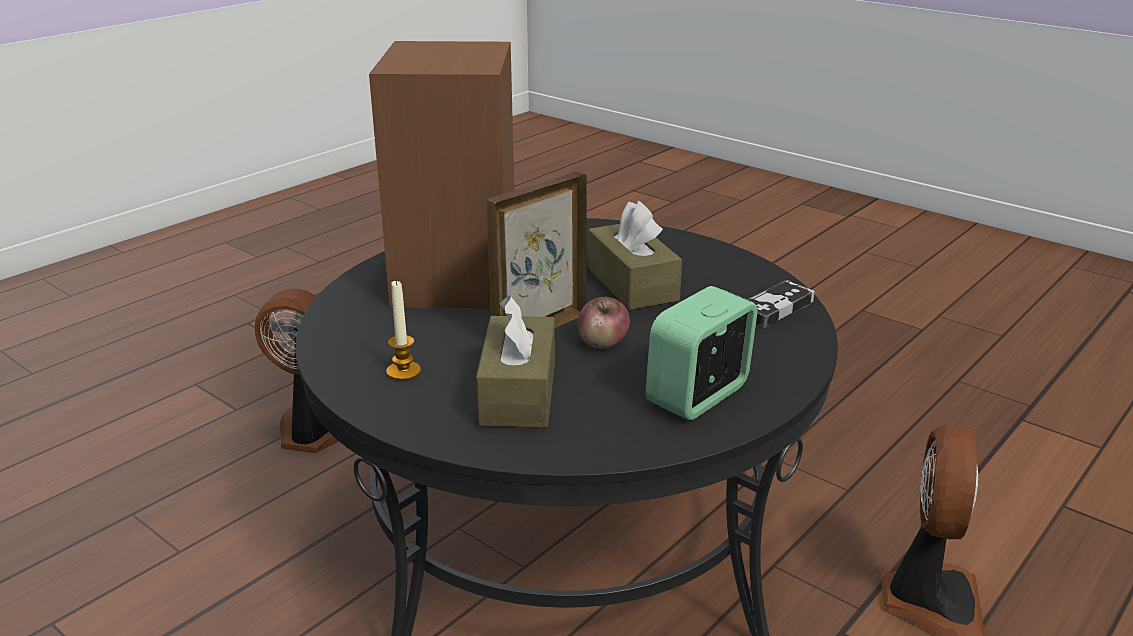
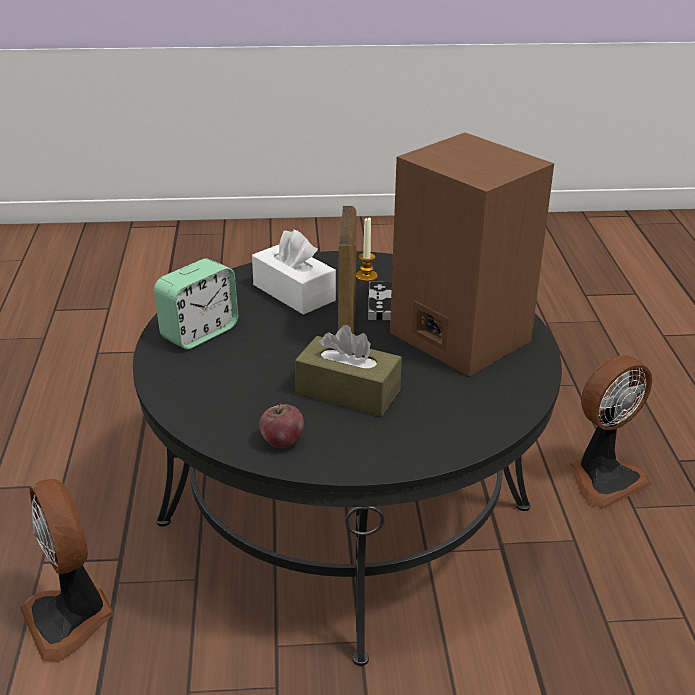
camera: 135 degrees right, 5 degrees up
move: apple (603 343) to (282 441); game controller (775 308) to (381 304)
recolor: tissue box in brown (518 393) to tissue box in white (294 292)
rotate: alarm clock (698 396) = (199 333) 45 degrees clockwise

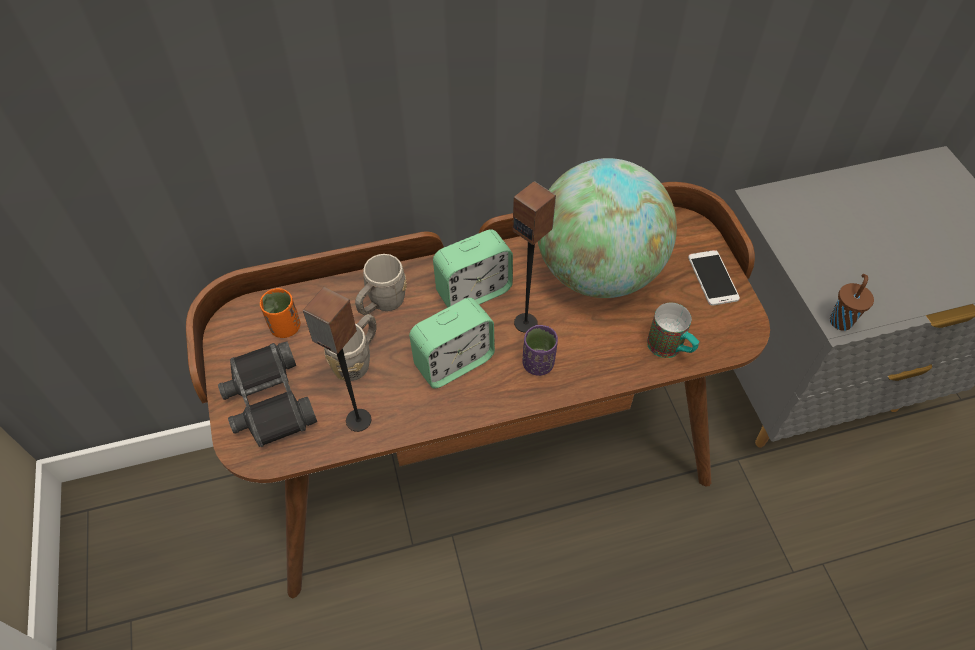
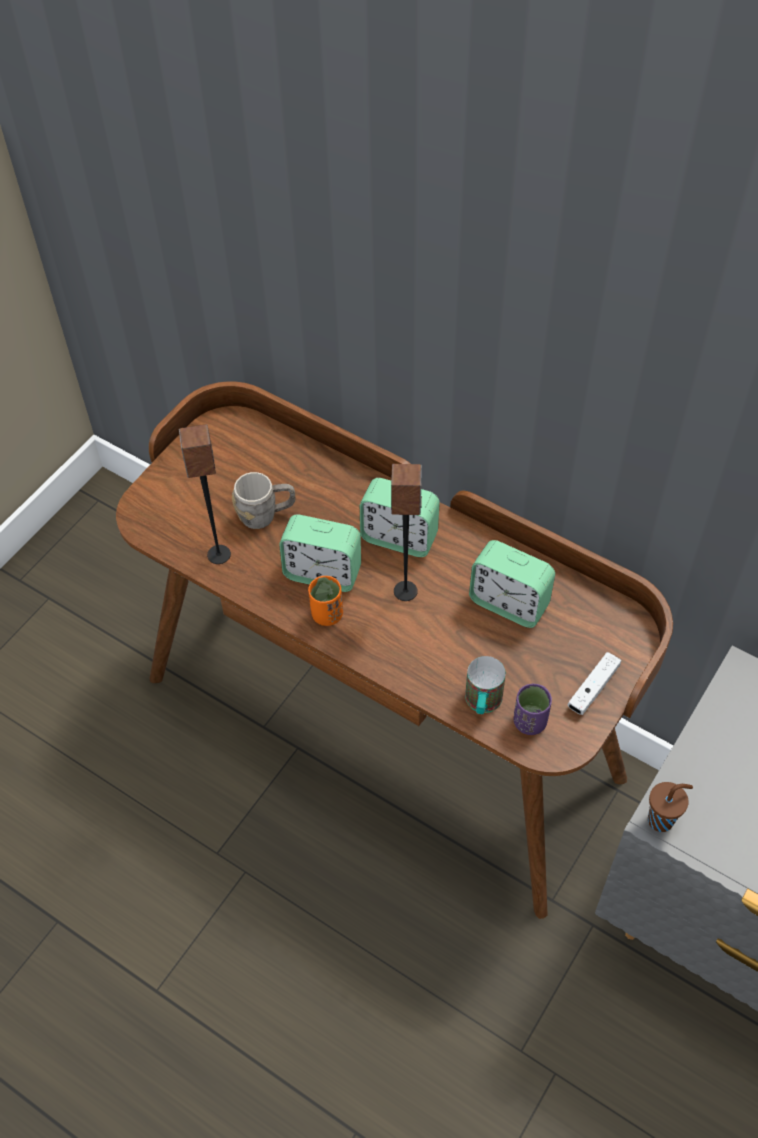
camera: 50 degrees right, 0 degrees up
delete: binoculars in black (268 401); mug in grey (382 304)
move: cup in orange (285 327) to (327 614); cup in purple (538 364) to (530 722)
replace: globe (598 271) to alarm clock (509 603); phone (713 278) to game controller in white (593 688)

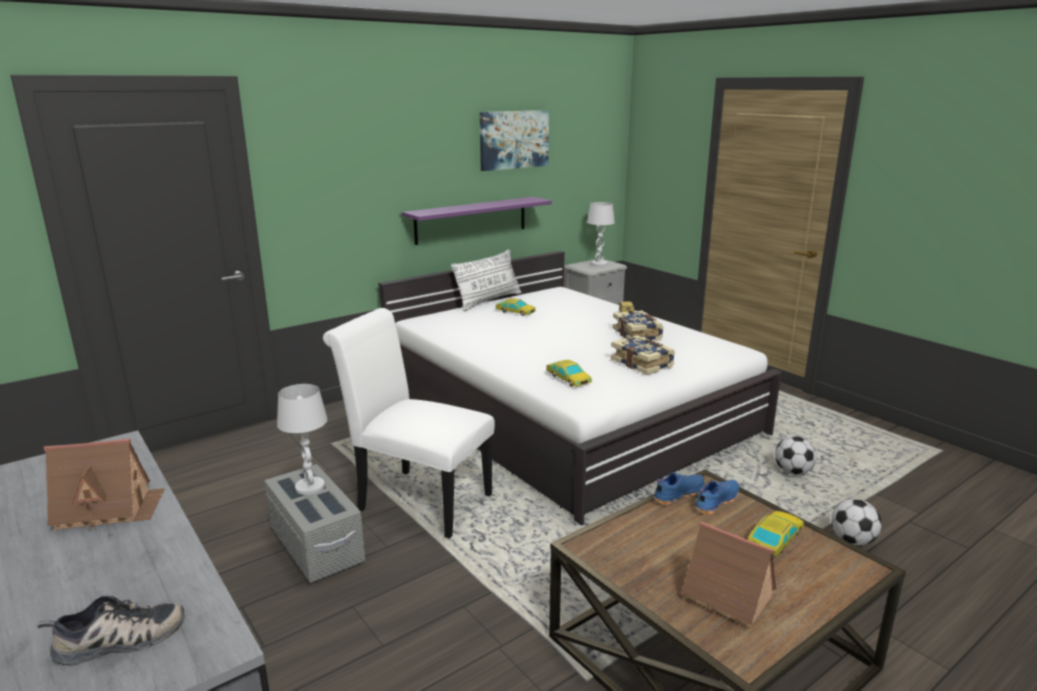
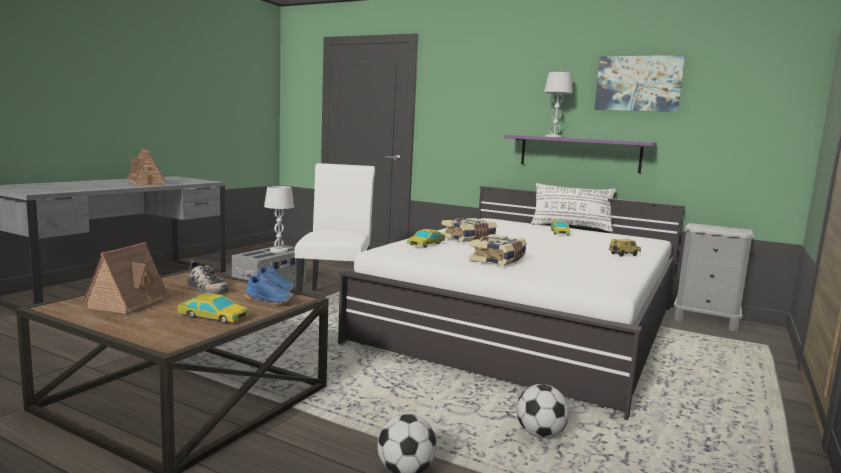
camera: 65 degrees right, 10 degrees down
move: shoe (119 642) to (205 287); book (638 335) to (469 238); table lamp in white (599 264) to (554 137)

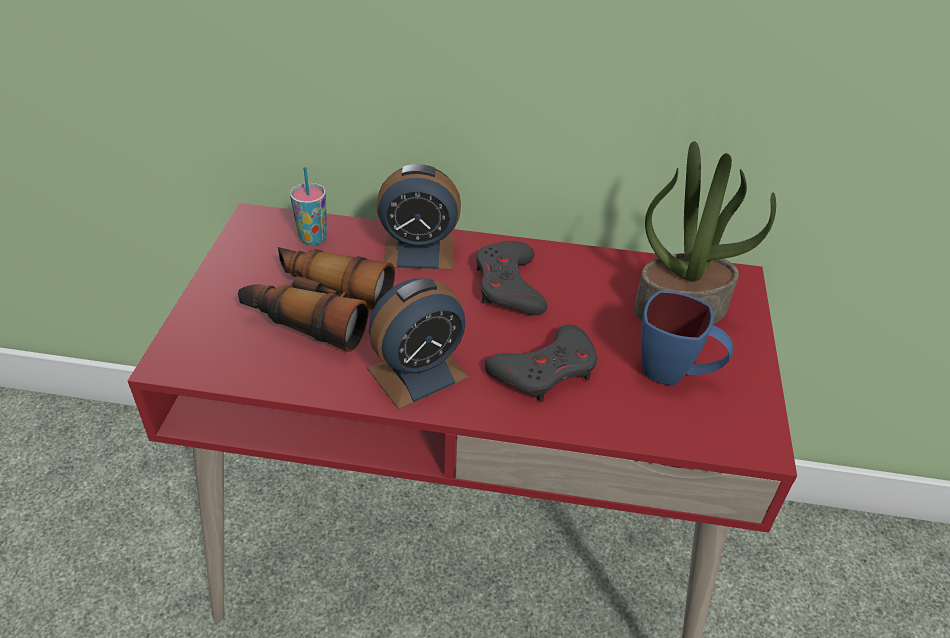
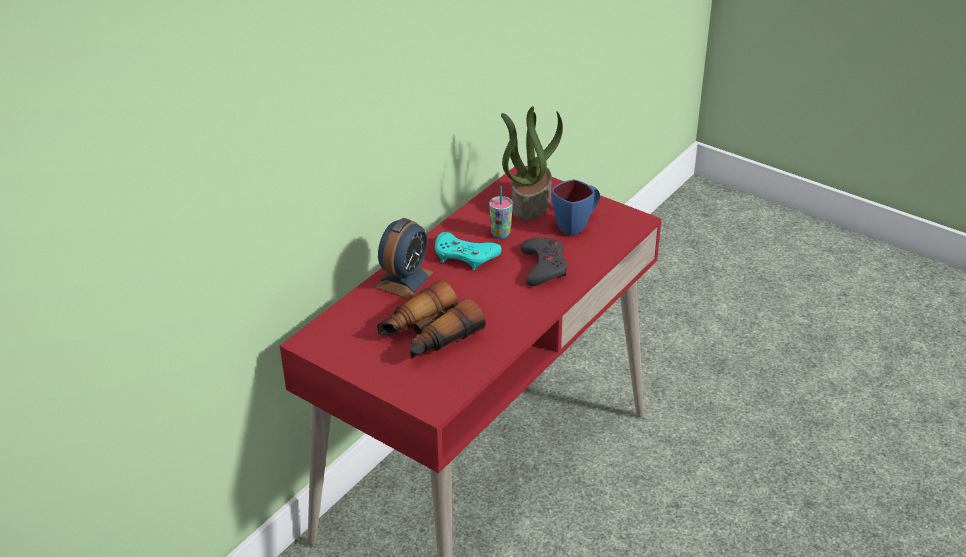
camera: 60 degrees left, 5 degrees down
delete: alarm clock (417 373)
move: cup (313 238) to (500 234)
recolor: game controller in grey (509 285) to game controller in turquoise (465 256)

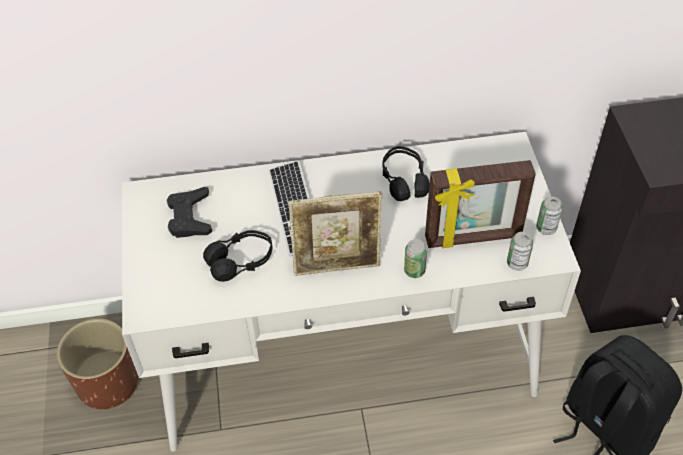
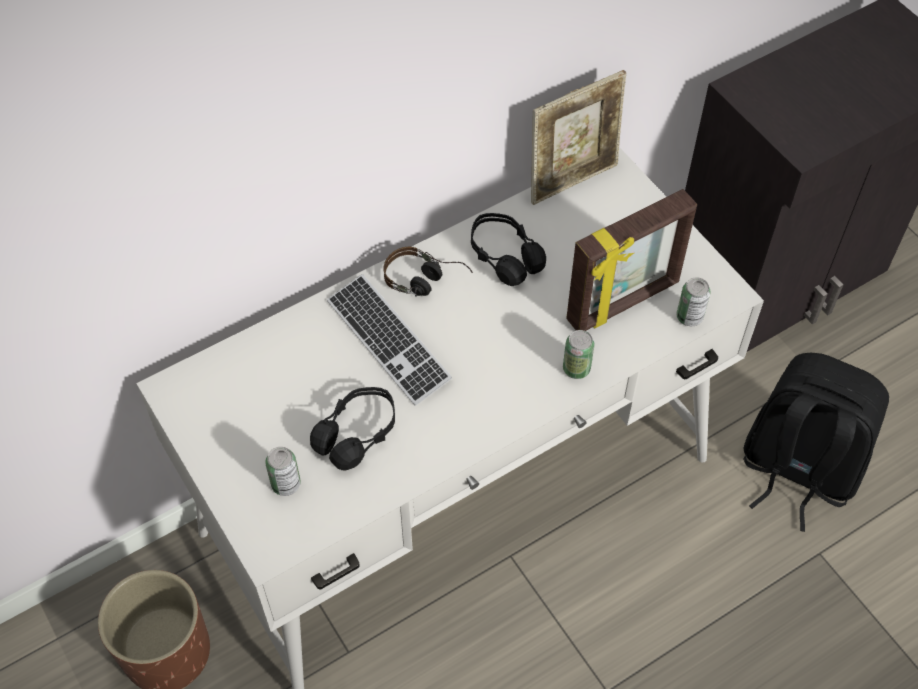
camera: 25 degrees left, 5 degrees up
delete: game controller in black (190 217)
insert: headphones (427 281)
move: can (546 228) to (286 484); picture frame (337 266) to (573 180)

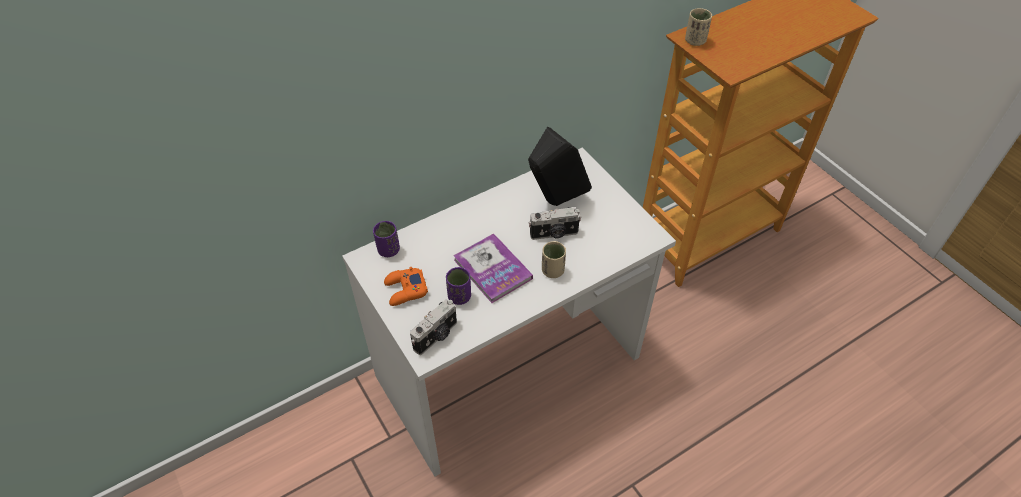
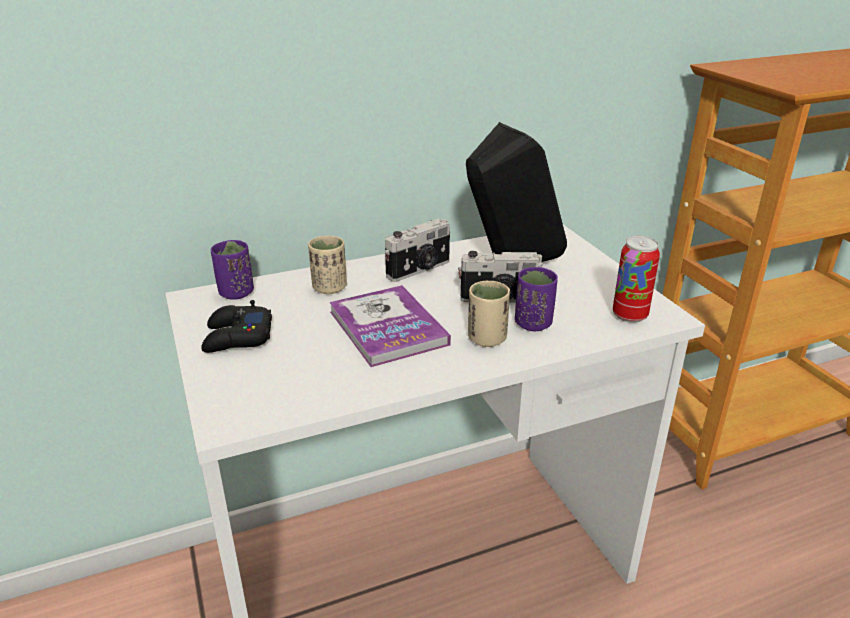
camera: 10 degrees right, 20 degrees down
insert: can (629 315)
move: cup in beige (695 41) to (329 288); photo camera (436 336) to (420 270); cup in purple (459 297) to (533 324)
recolor: game controller in orange (405 290) to game controller in black (237 337)

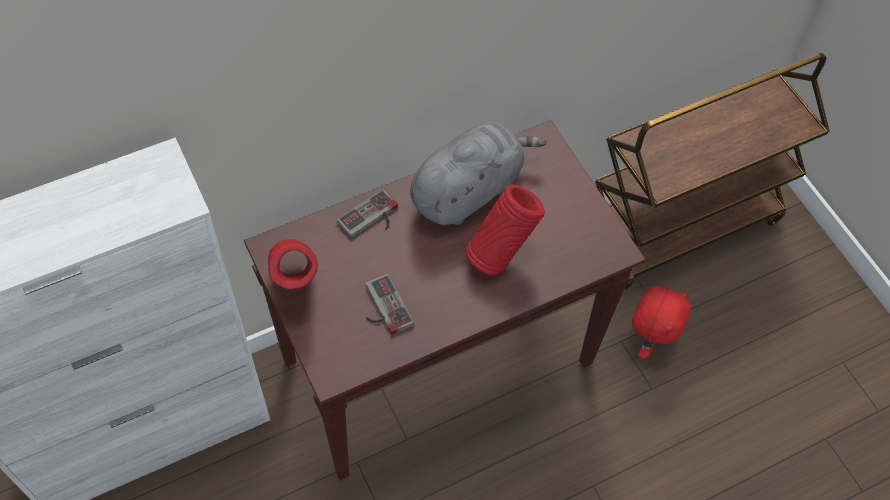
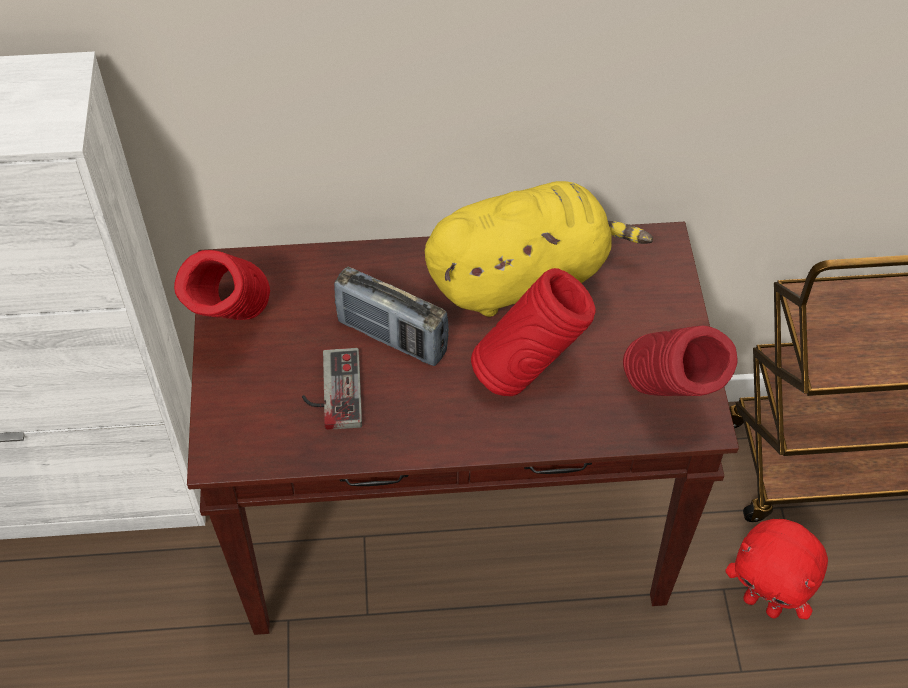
camera: 25 degrees right, 5 degrees down
delete: game controller (372 219)
insert: radio (392 337); vase in red (668 401)
recolor: plush toy in grey (469 190) to plush toy in yellow (524 277)
rotate: plush toy in red (648 341) = (763 603) 75 degrees clockwise

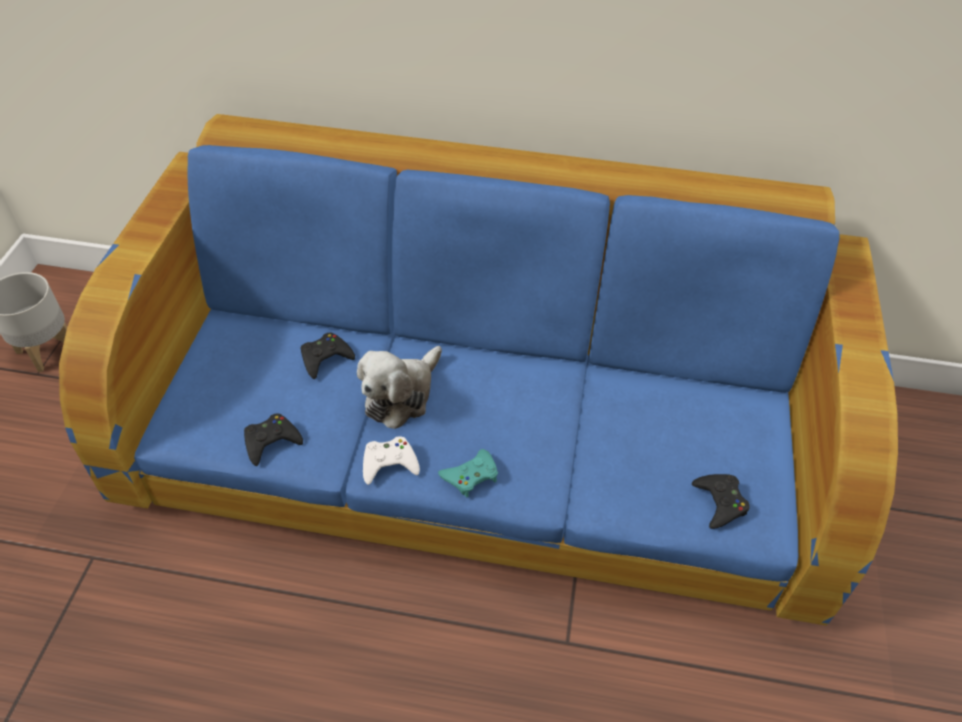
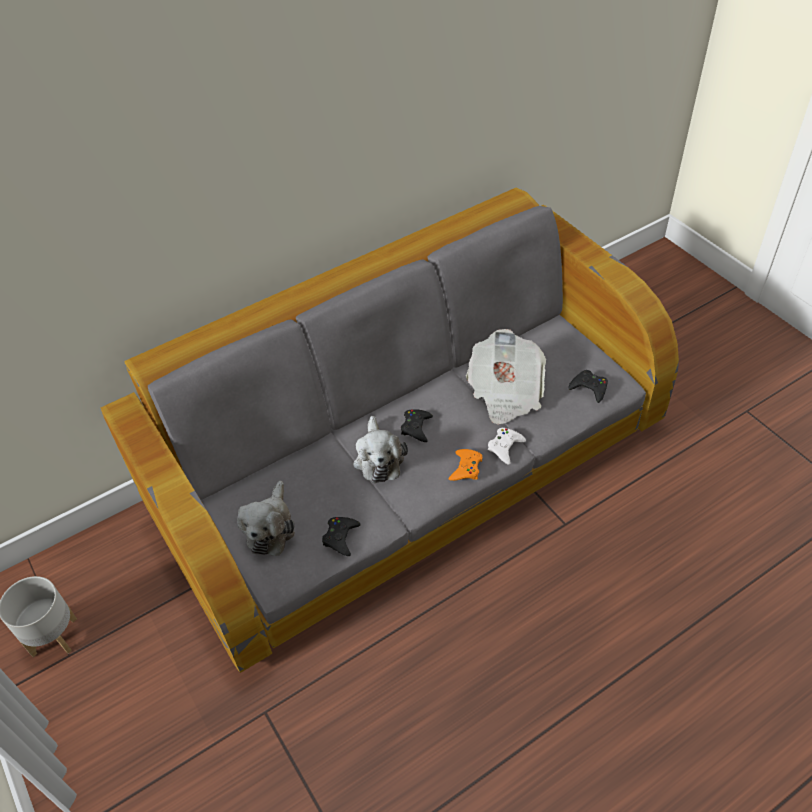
camera: 40 degrees left, 0 degrees up
insert: plush toy (270 528); newspaper (505 393)
move: game controller in black (325 358) to (416 427); game controller in white (389 463) to (505 447)
recolor: sofa in blue (481 442) to sofa in grey (410 465); game controller in turquoise (471 476) to game controller in orange (466 468)

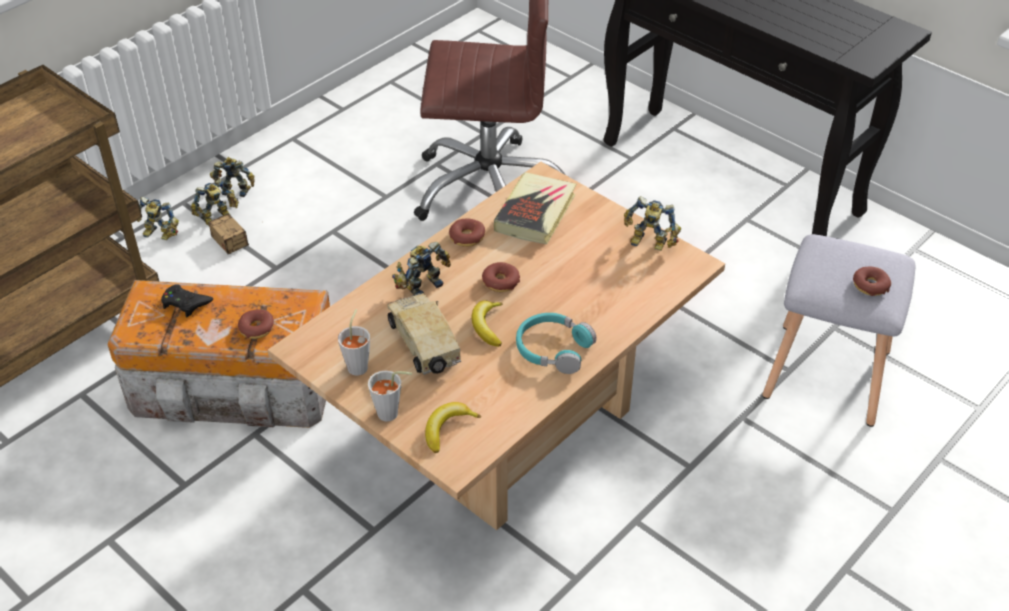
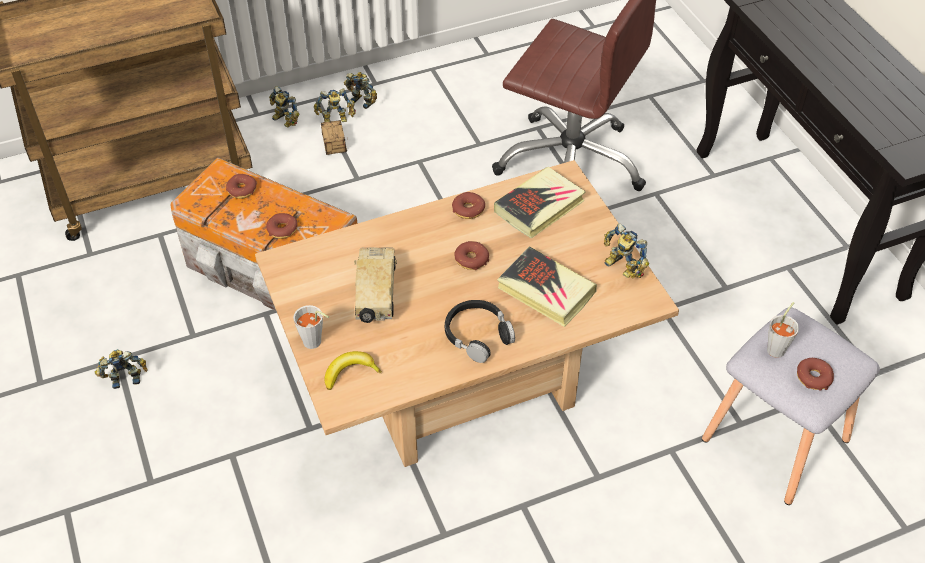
camera: 25 degrees right, 5 degrees up
delete: banana (487 326)
insert: book (546 291)
move: toy robot (422 285) to (125 377); cup in grey (359 364) to (778 347)
replace: game controller in black (185 303) to donut (242 190)
recolor: headphones in turquoise (553 349) to headphones in black (477 335)

